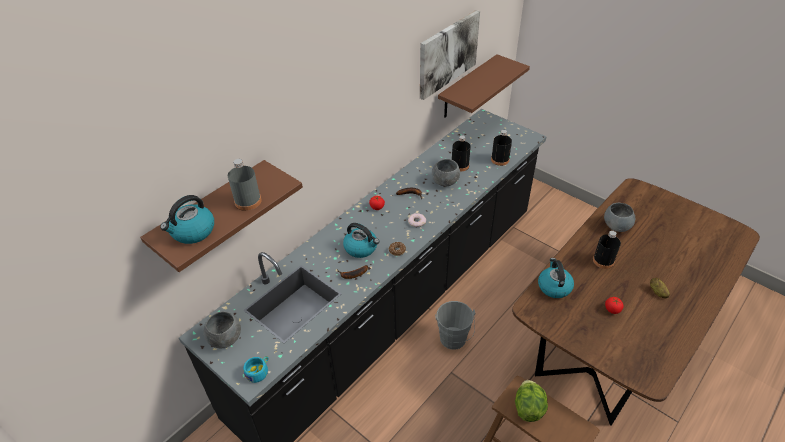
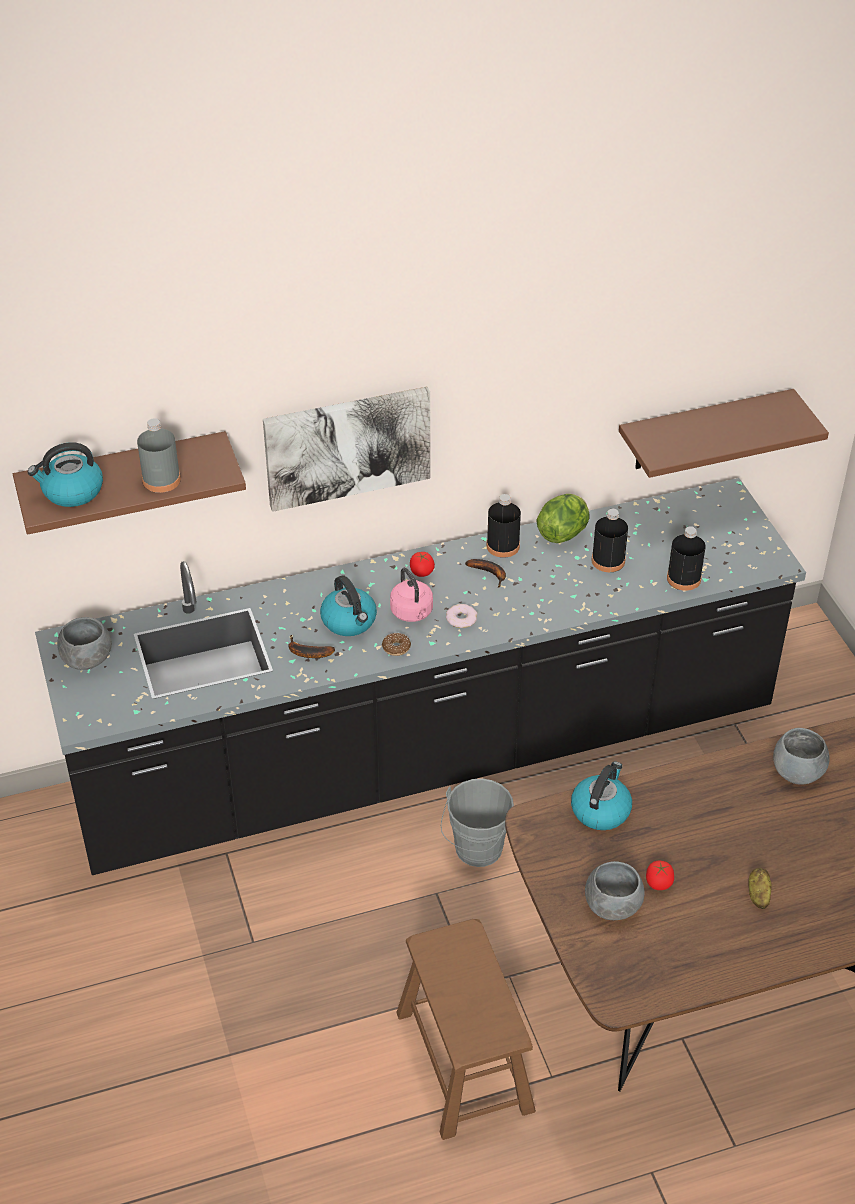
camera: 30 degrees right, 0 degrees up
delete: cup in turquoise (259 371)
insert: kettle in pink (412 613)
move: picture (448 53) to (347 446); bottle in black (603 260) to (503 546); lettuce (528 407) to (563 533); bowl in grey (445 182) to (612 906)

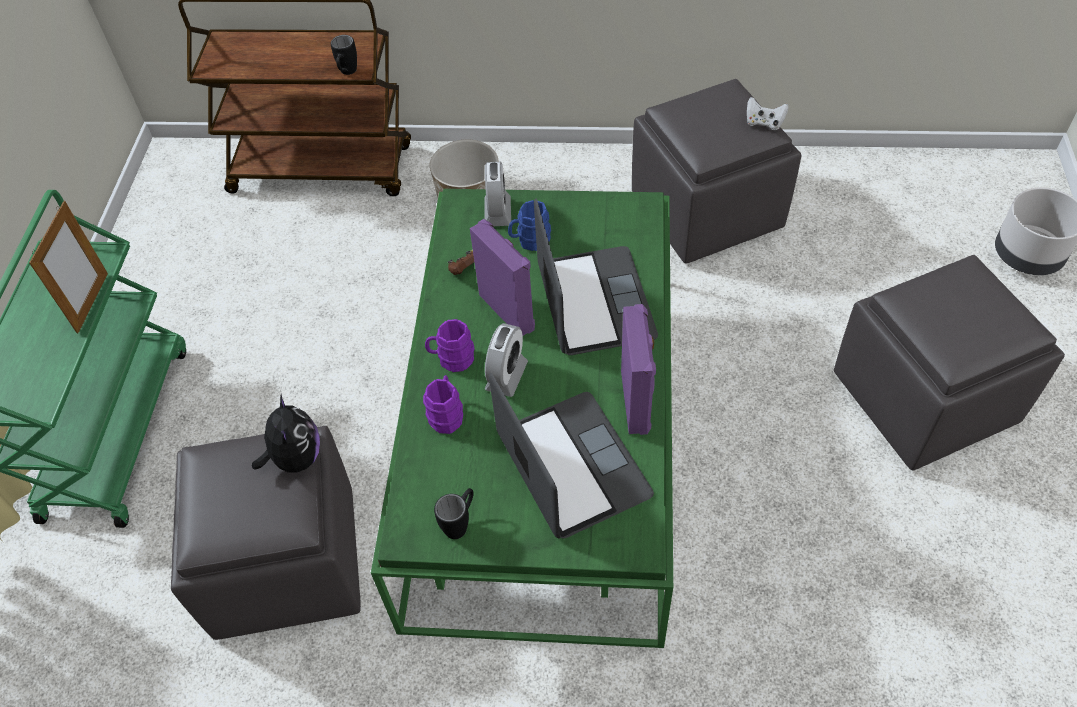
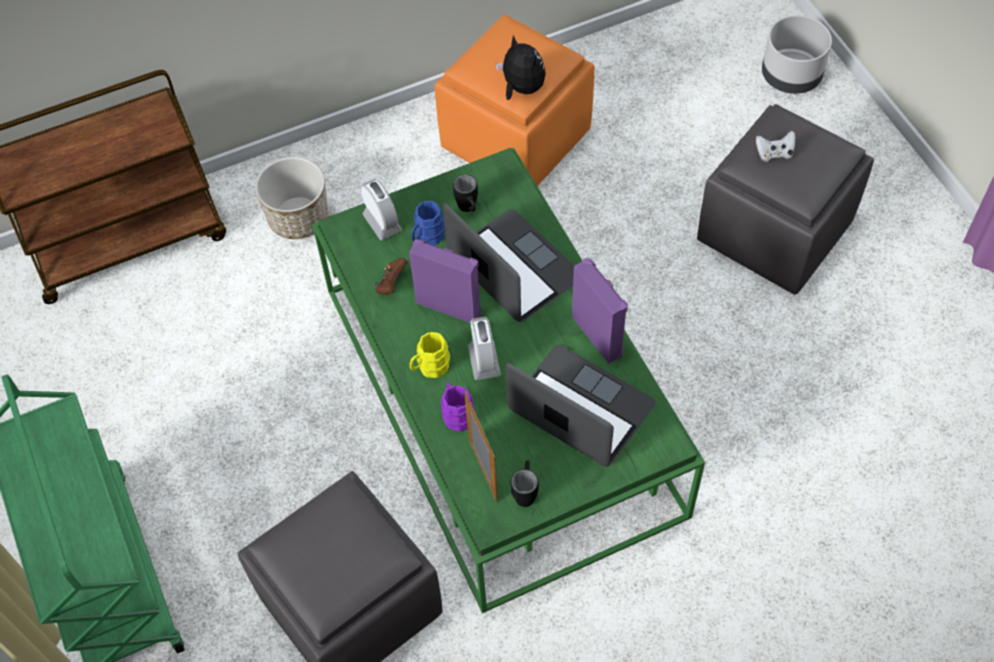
camera: 30 degrees left, 5 degrees up
move: mug in black (347 73) to (468 209); picture frame (92 302) to (482 470); plush toy (295 457) to (521 88); game controller in white (764 123) to (774 153)
recolor: mug in purple (452 359) to mug in yellow (430 367); ottoman in grey (704 211) to ottoman in orange (514 139)

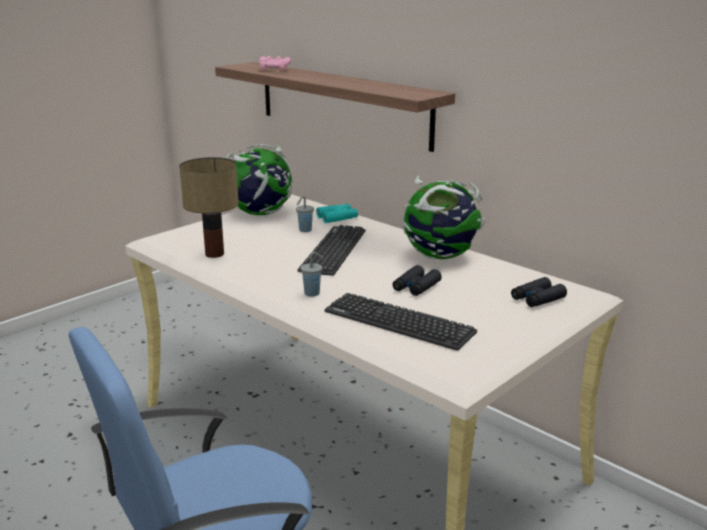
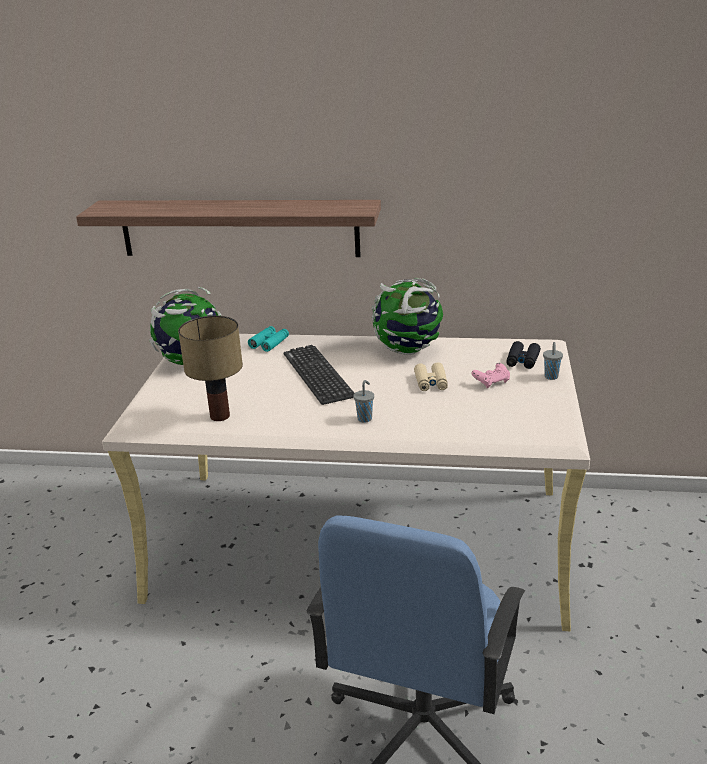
camera: 35 degrees left, 5 degrees up
delete: keyboard (398 322)
move: game controller in pink (274 70) to (491 382); cup in grey (304 230) to (551 377)
recolor: binoculars in black (416 287) to binoculars in beige (431 382)

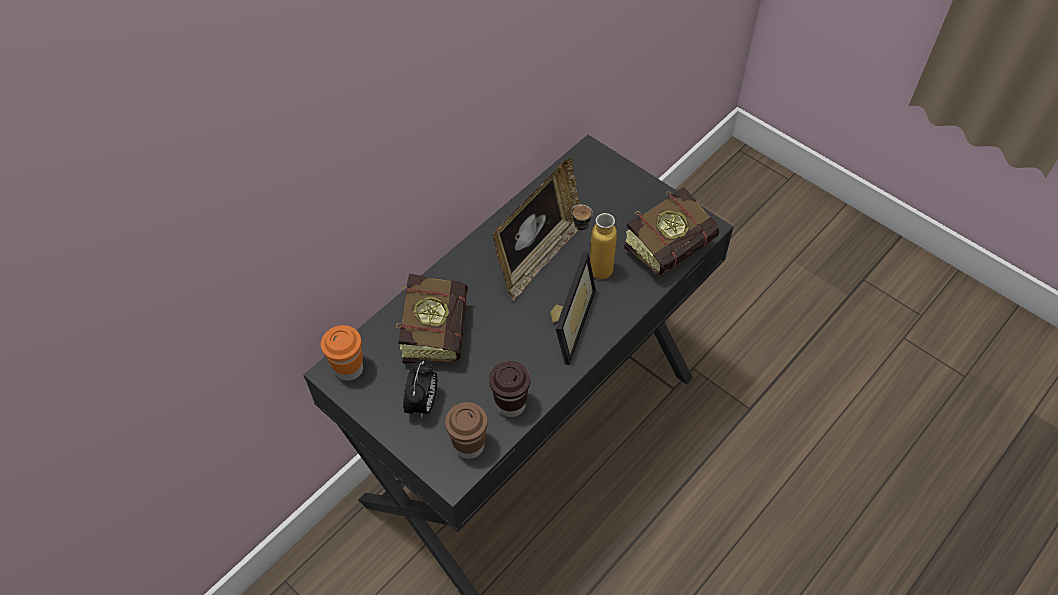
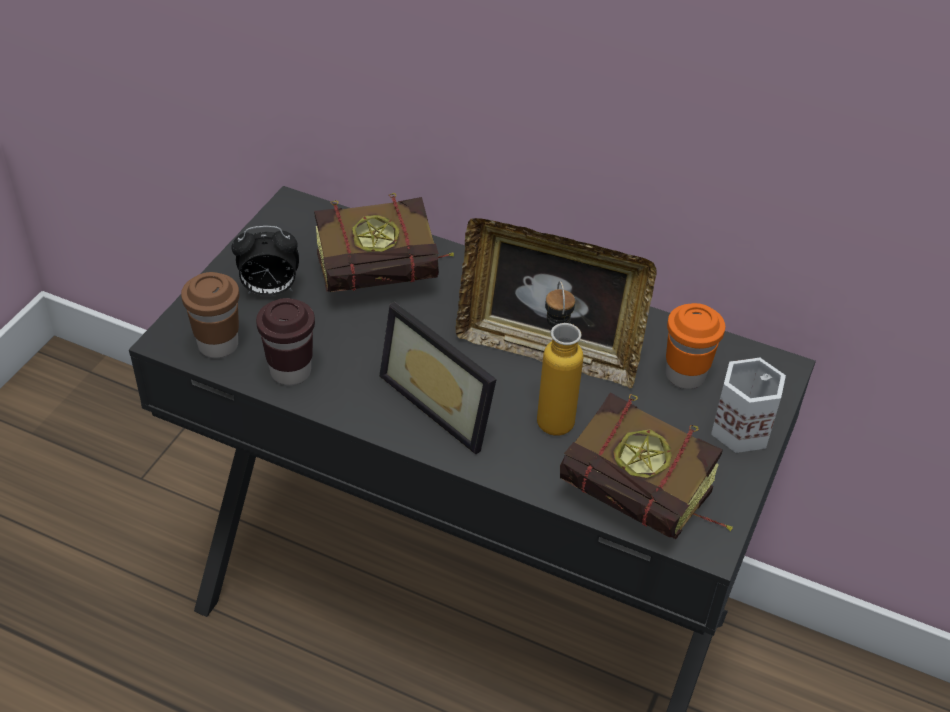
camera: 70 degrees right, 10 degrees down
insert: mug in white (741 427)
move: cup in orange (349 369) to (685 376)
rotate: picture frame (566 322) = (445 401) 45 degrees clockwise

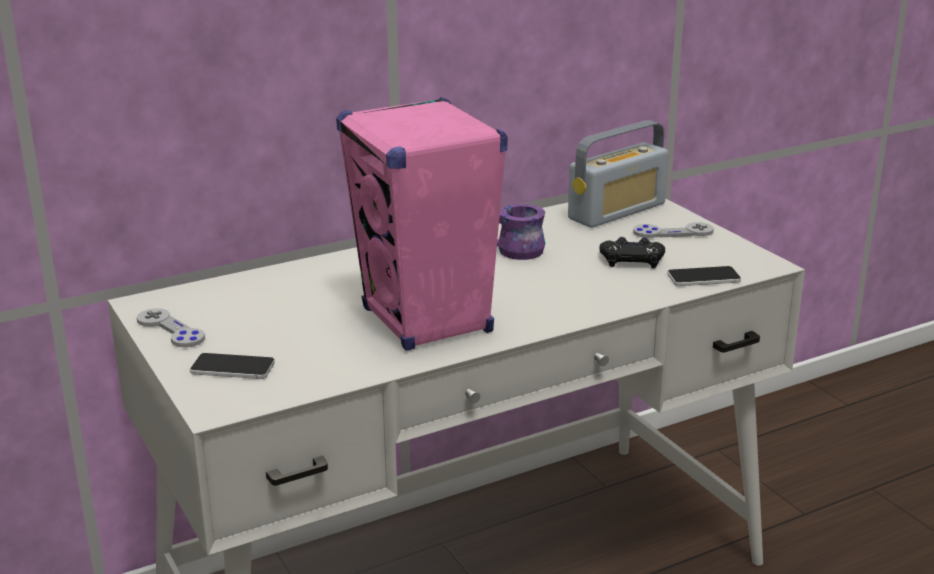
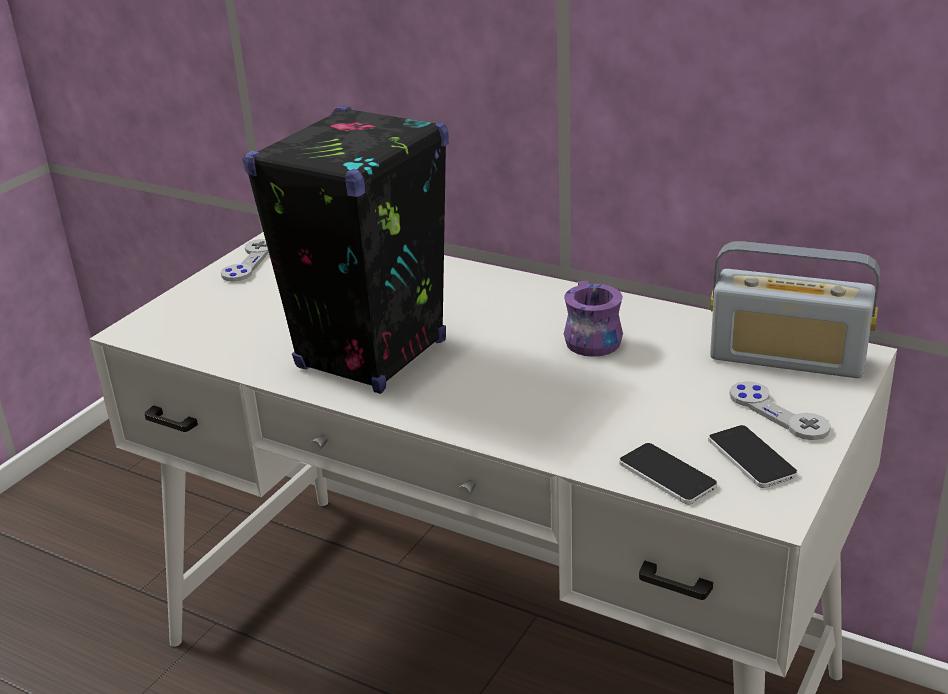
camera: 60 degrees right, 5 degrees up
delete: game controller in black (632 259)
move: phone (232 367) to (751 457)
recolor: speaker in pink (427 321) to speaker in black (371 355)

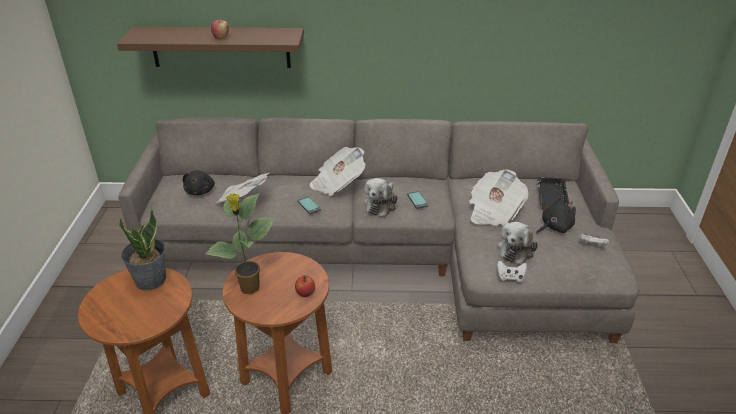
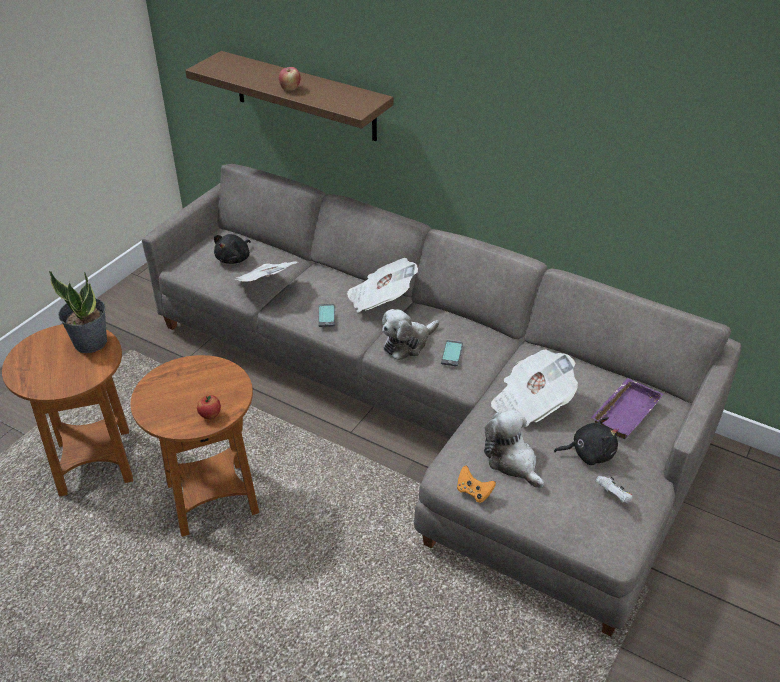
camera: 30 degrees right, 5 degrees up
delete: potted plant (249 289)
recolor: game controller in white (510 277) to game controller in orange (473 492); tray in black (550 197) to tray in purple (624 411)
rotate: plush toy (516 249) = (512 461) 90 degrees clockwise

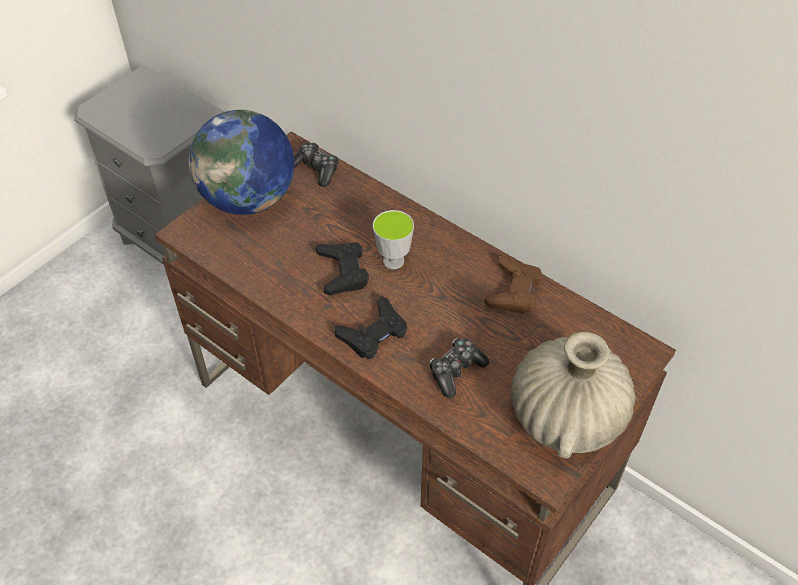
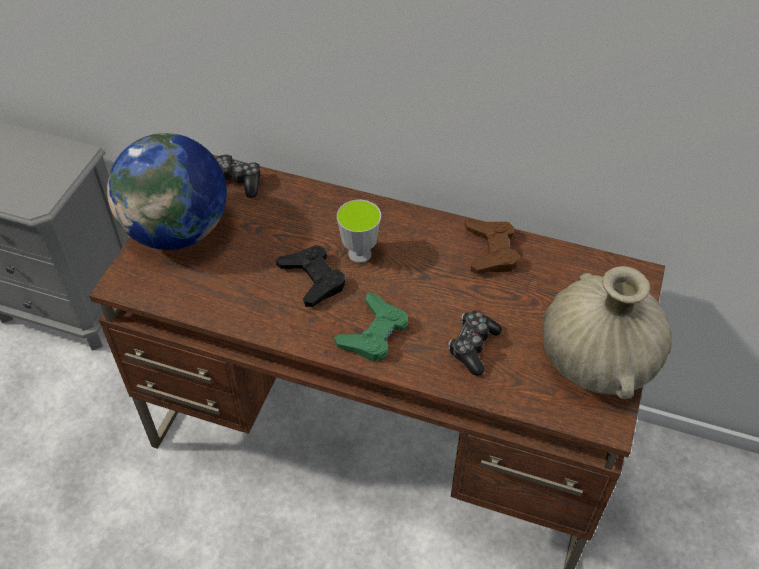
camera: 20 degrees left, 0 degrees up
recolor: game controller in black (373 333) to game controller in green (373 333)

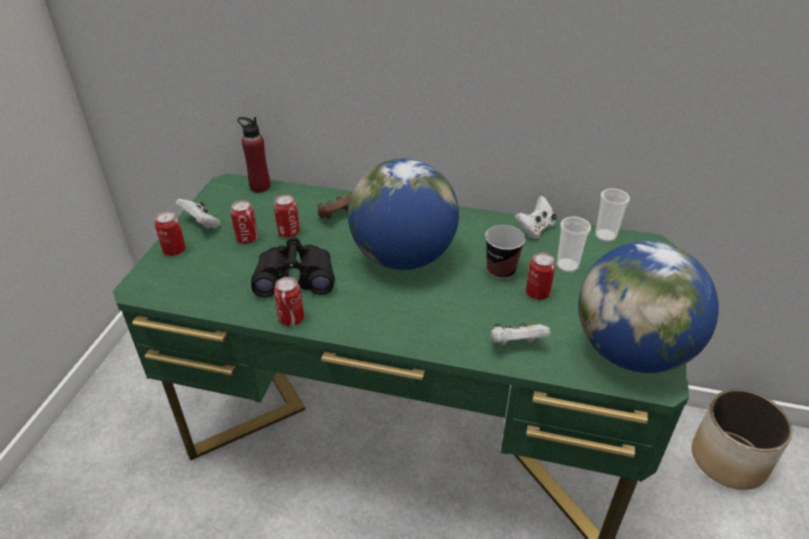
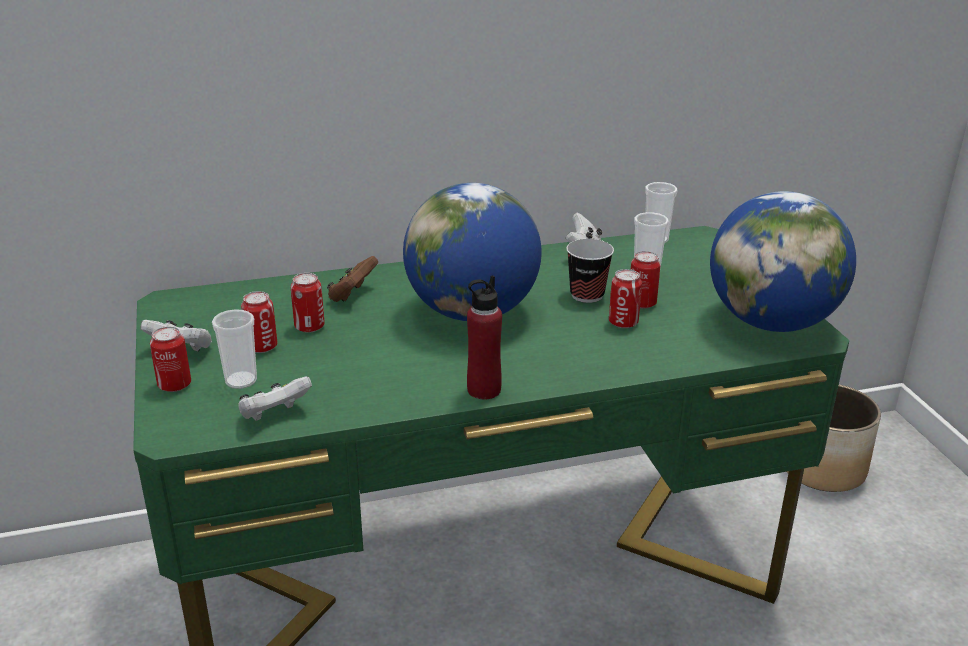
camera: 30 degrees left, 10 degrees down
delete: binoculars in black (295 278)
insert: cup (241 381)
move: game controller in white (516 345) to (274 415); bottle in red (260 187) to (483 390); can (291 319) to (623 322)

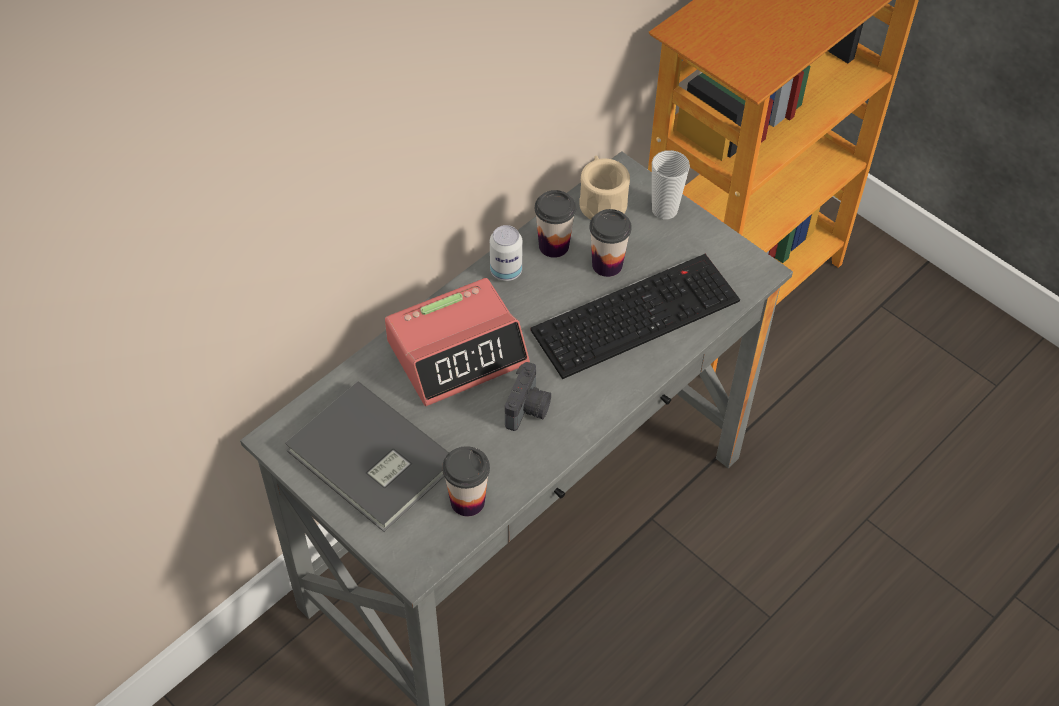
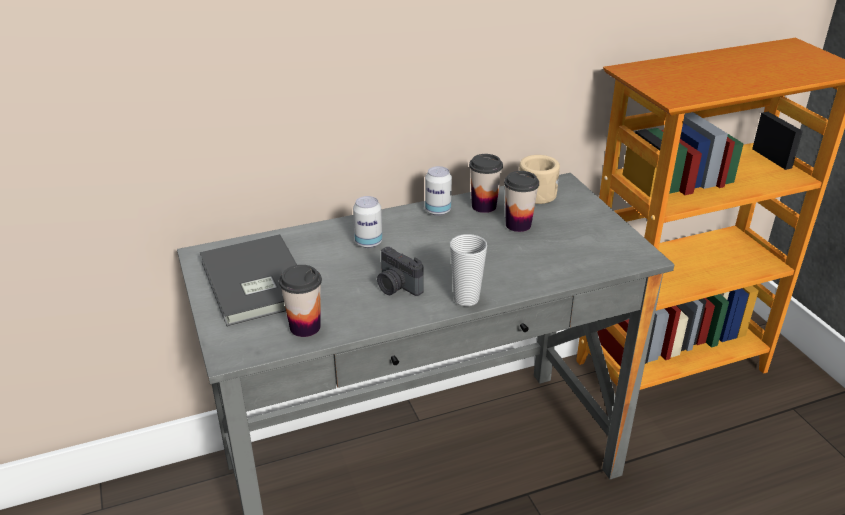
camera: 25 degrees right, 20 degrees down
delete: keyboard (636 313)
move: cup (664 210) to (466 299)
replace: alarm clock (458 351) to can (368 242)
rotate: photo camera (528 409) = (396 287) 90 degrees clockwise

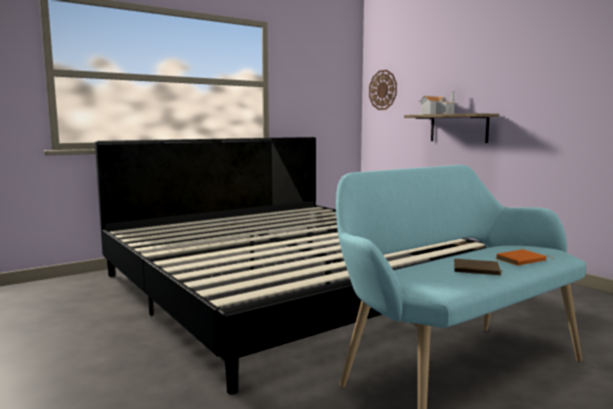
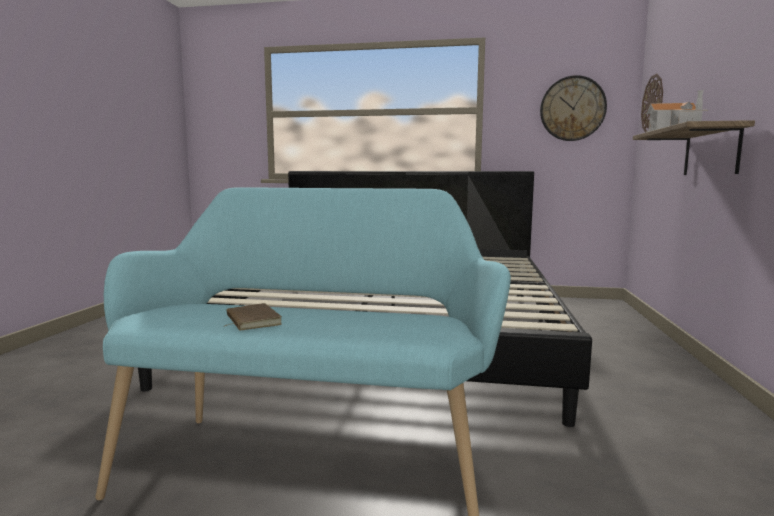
camera: 45 degrees right, 0 degrees up
delete: book in orange (521 260)
insert: wall clock (572 108)

